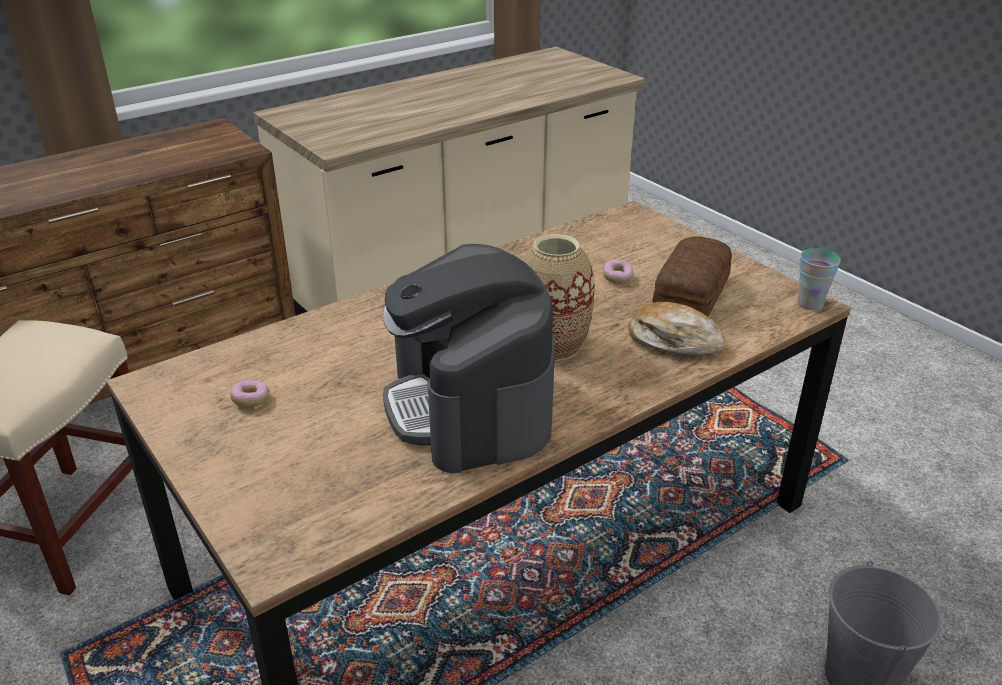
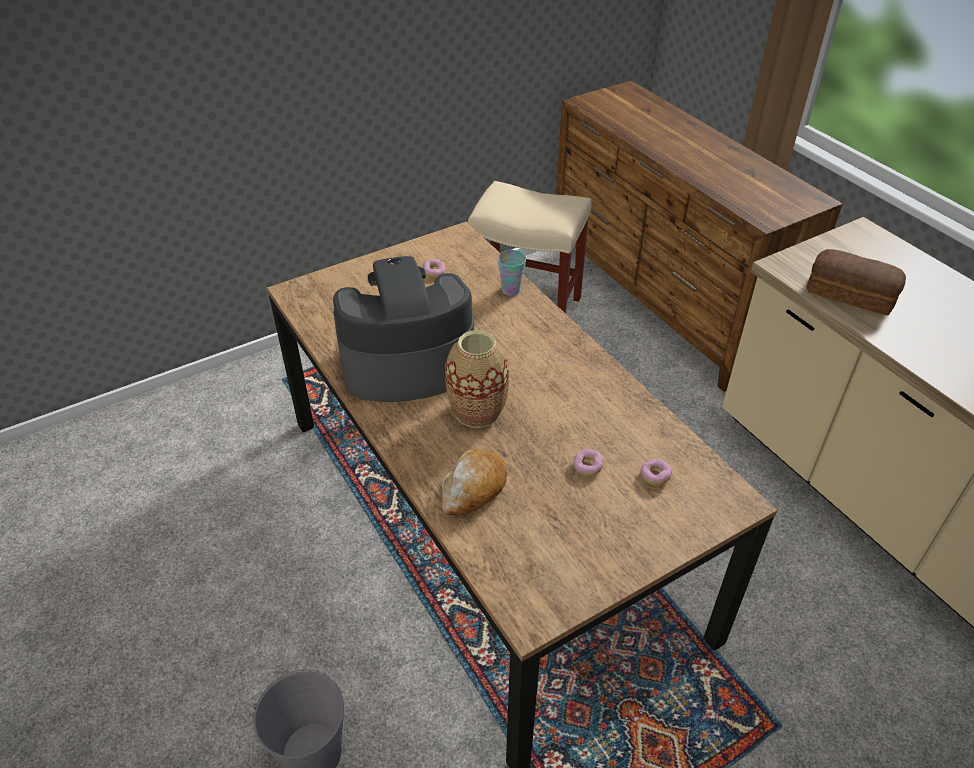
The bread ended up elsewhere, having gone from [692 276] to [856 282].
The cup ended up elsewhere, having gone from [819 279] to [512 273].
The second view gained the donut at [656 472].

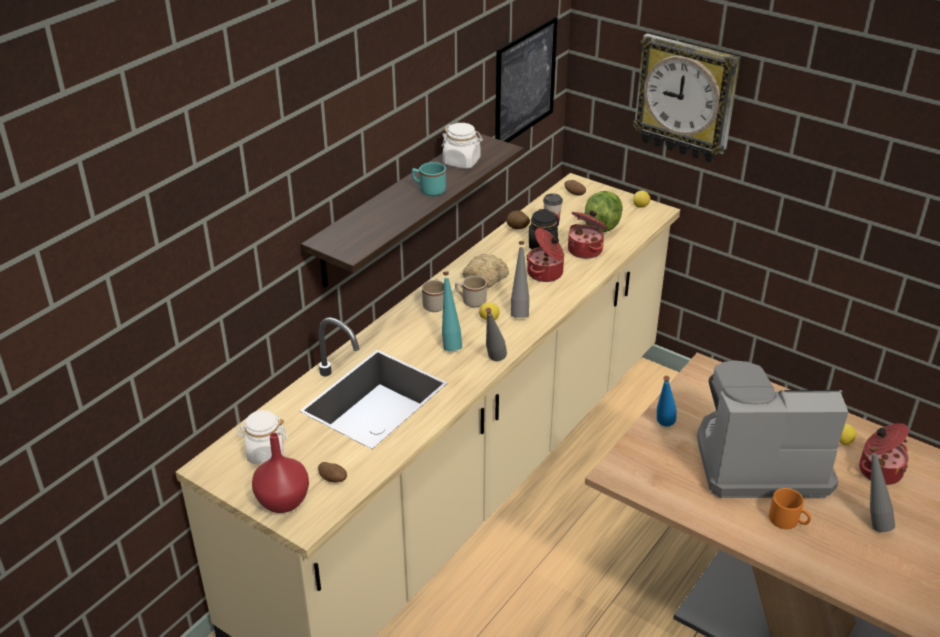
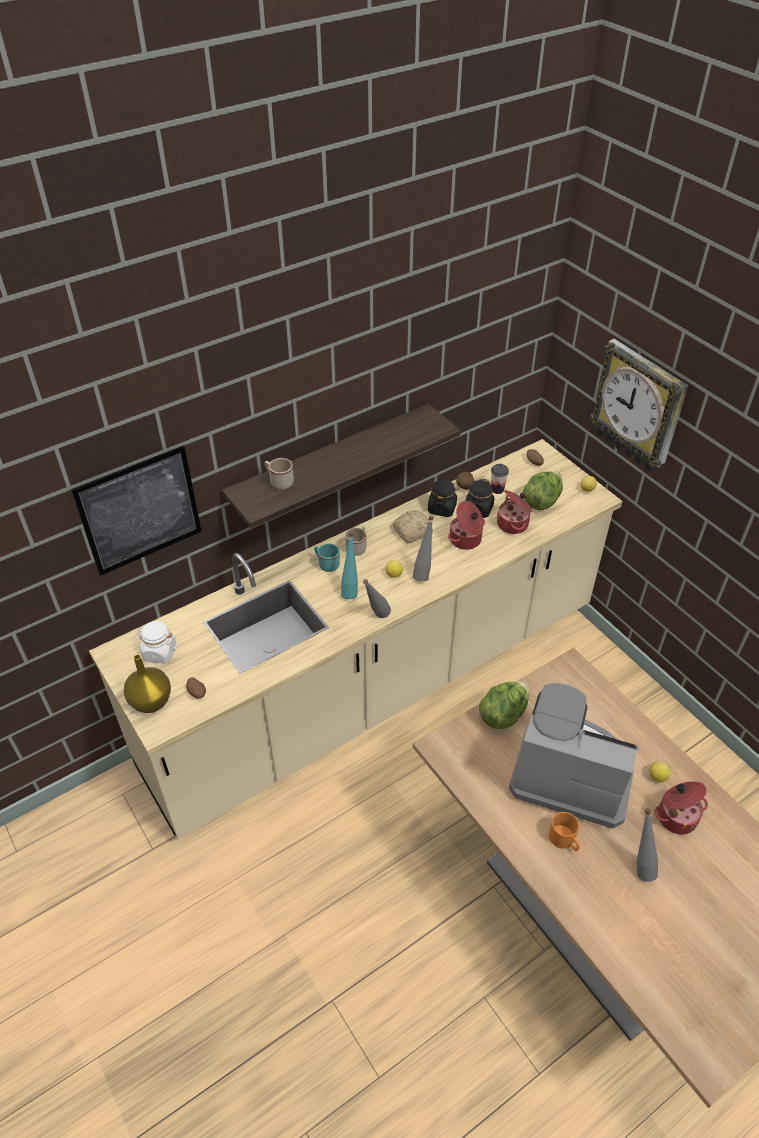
The picture ended up elsewhere, having gone from [526 79] to [136 511].
The second view lost the white_jar at [462 146].
The turquoise_mug ended up elsewhere, having gone from [429 179] to [327 557].
The beige_mug ended up elsewhere, having gone from [471 292] to [279 474].
Where the blue_bottle stood at [667 401], the lettuce came to stand at [504 705].
What was the red_vase at [280 473] turned into the yellow_vase at [147 683].
The second view gained the black_jar at [442 498].

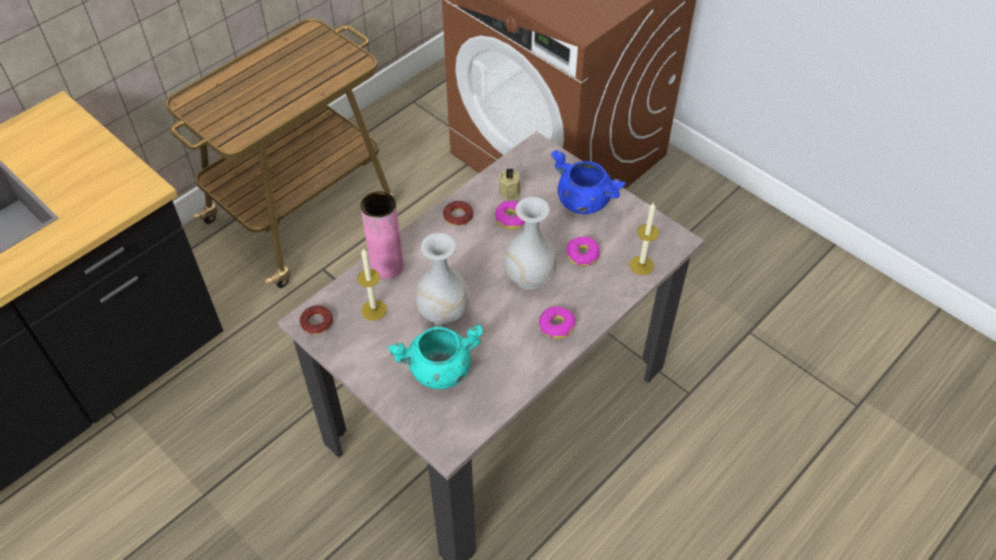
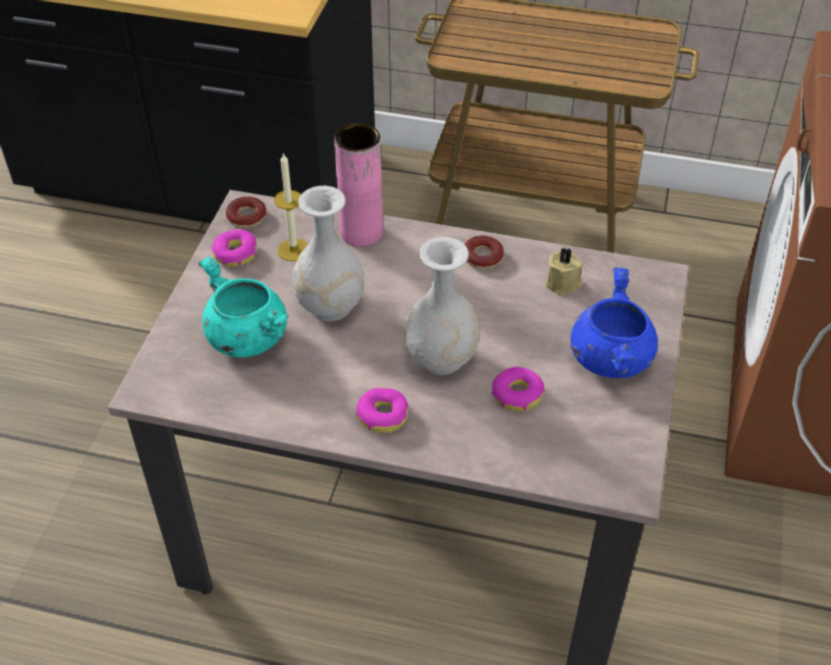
The donut ended up elsewhere, having gone from [510 215] to [234 248].
The second view lost the candle at [644 238].

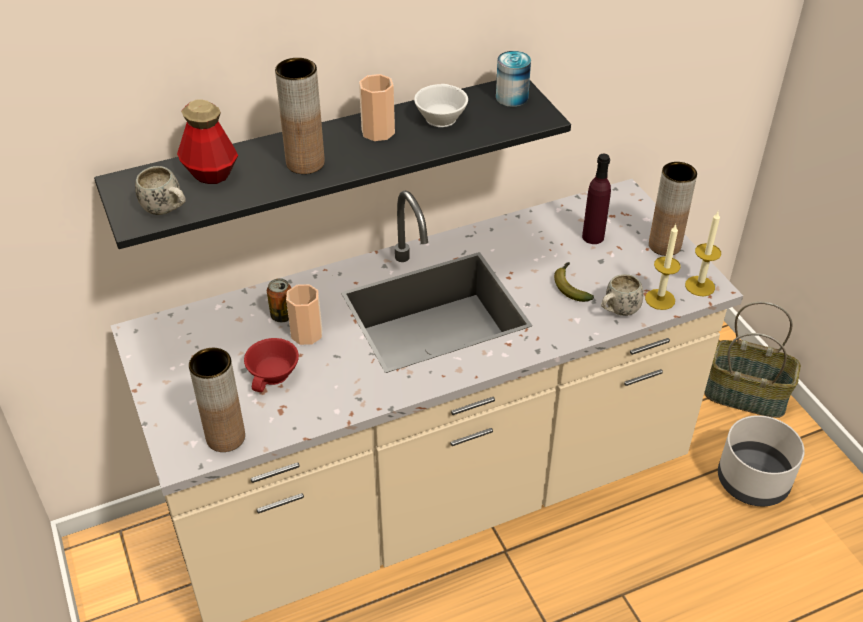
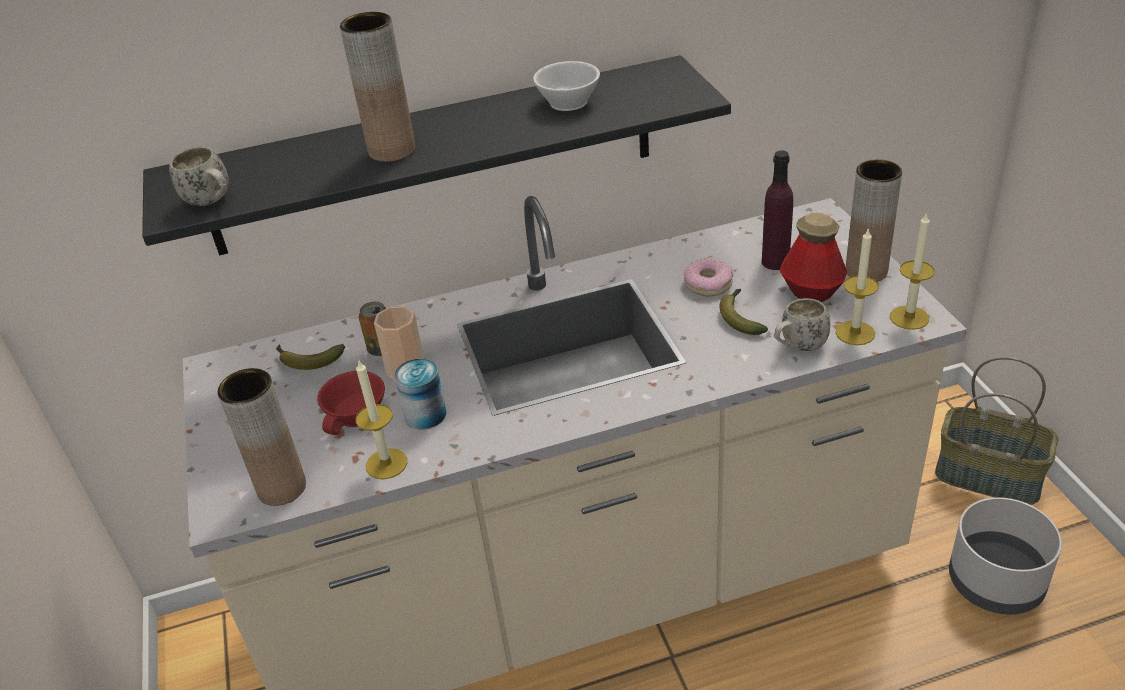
The can ended up elsewhere, having gone from [513 79] to [420 394].
The second view lost the cup at [377 107].
The bottle ended up elsewhere, having gone from [207 142] to [813 257].
The second view gained the donut at [708 277].
The second view gained the banana at [310 357].
The second view gained the candle at [381 419].

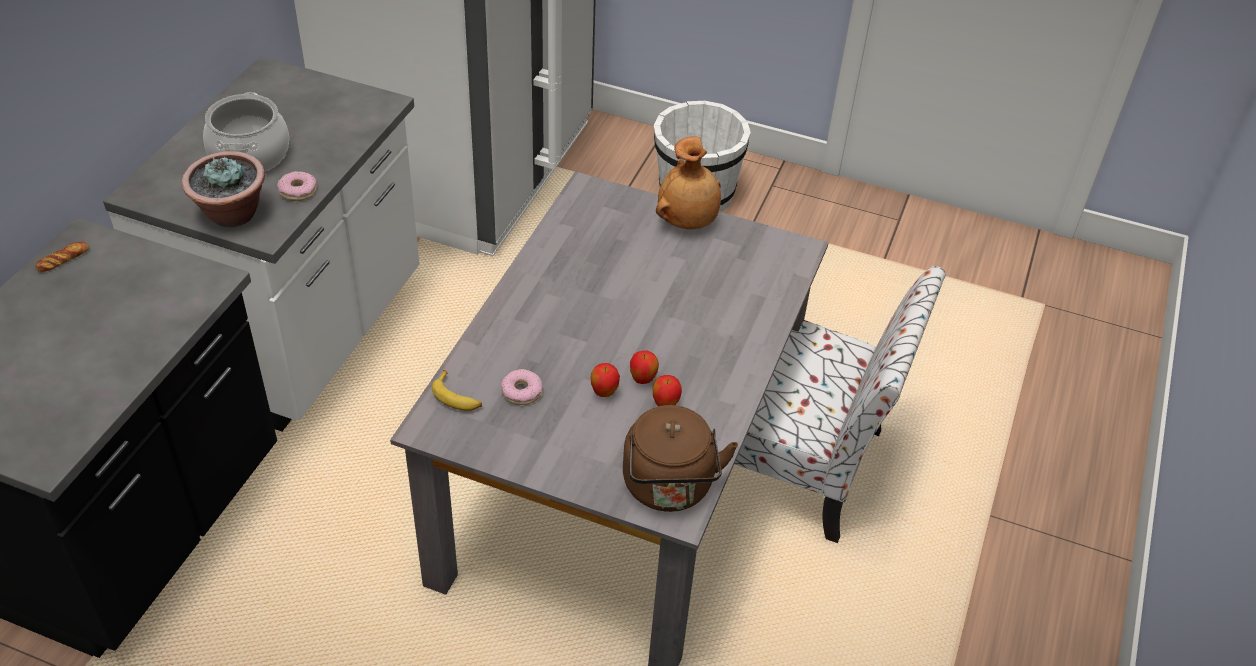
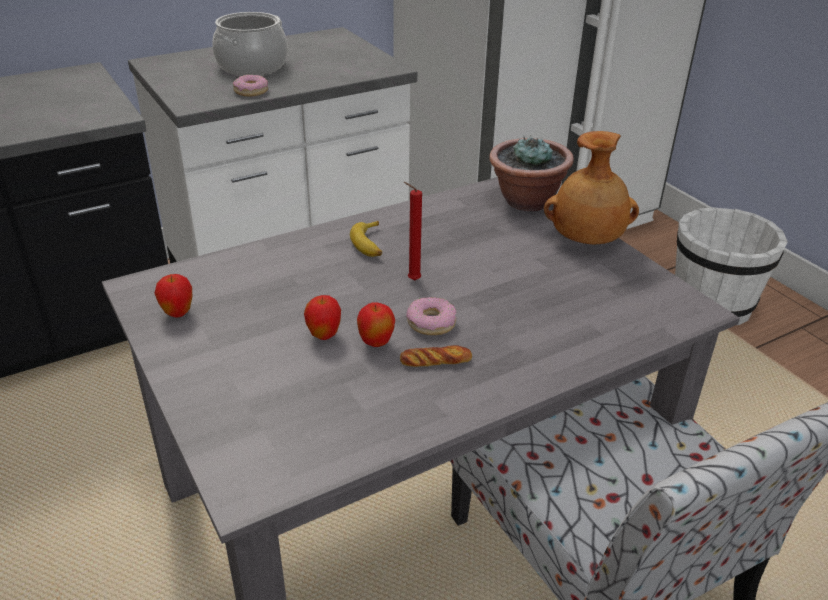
The potted_plant ended up elsewhere, having gone from [223 189] to [531 173].
The bread ended up elsewhere, having gone from [62 257] to [436 356].
The donut ended up elsewhere, having gone from [522 387] to [431 316].
The banana ended up elsewhere, having gone from [457 390] to [366 239].
The apple ended up elsewhere, having gone from [667 390] to [173 295].
The second view lost the brown_kettle at [680 458].
The second view gained the red_candle at [413 231].

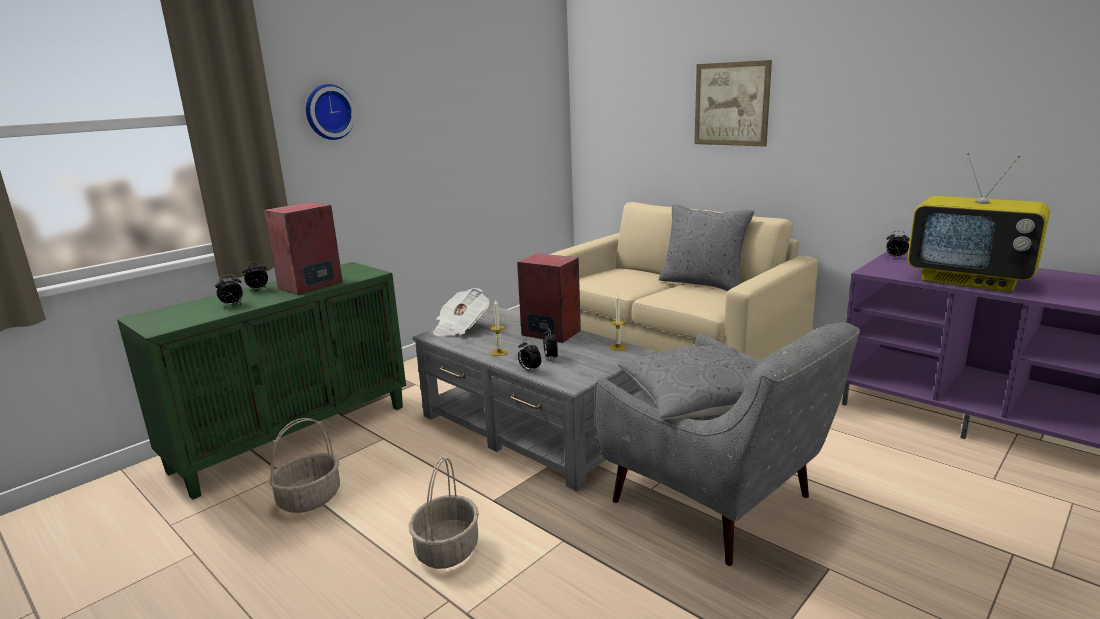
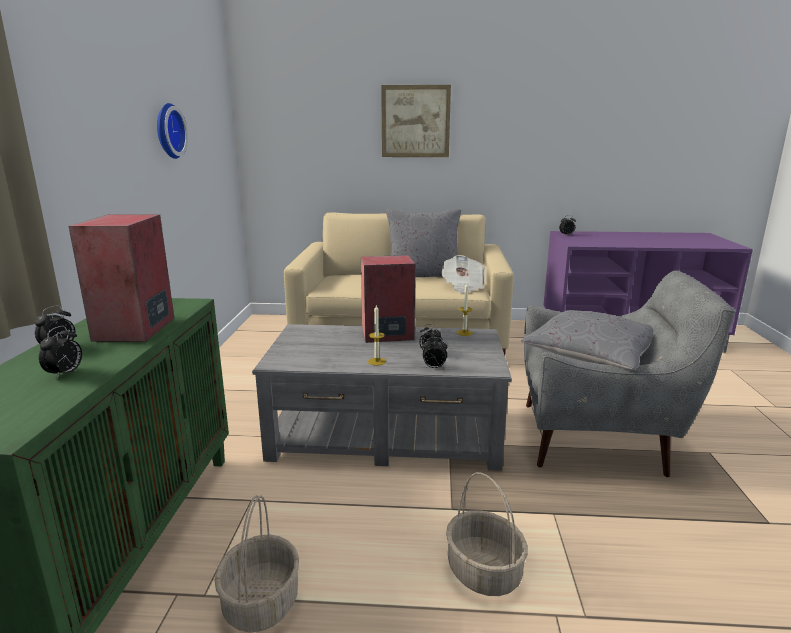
The wall_clock ended up elsewhere, having gone from [331 112] to [172 131].
The second view lost the television at [979 222].
The newspaper ended up elsewhere, having gone from [461 312] to [463 274].

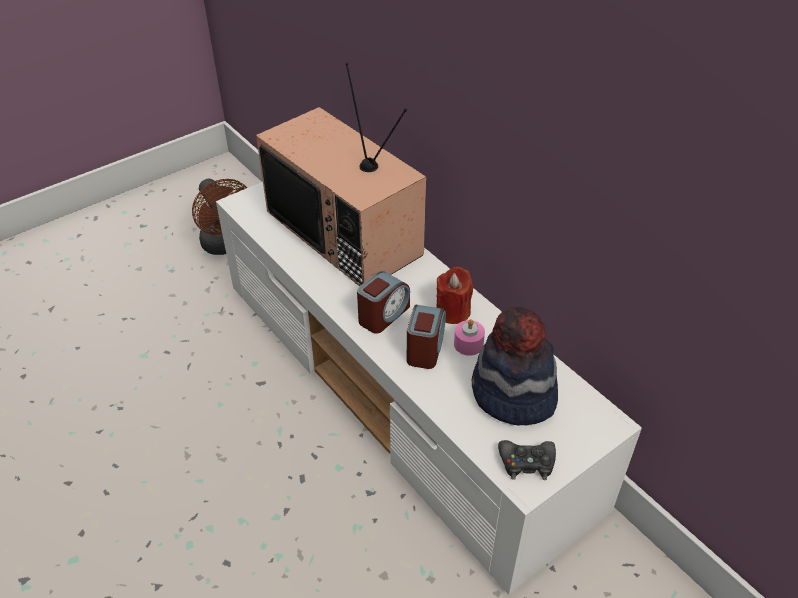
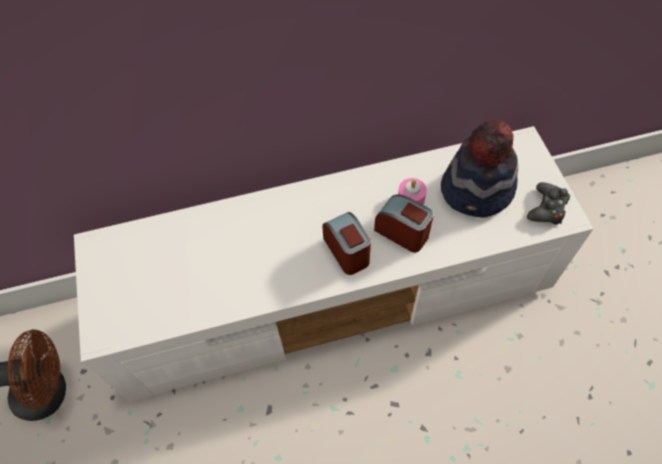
The second view lost the television at [341 174].
The second view lost the red_candle at [454 295].

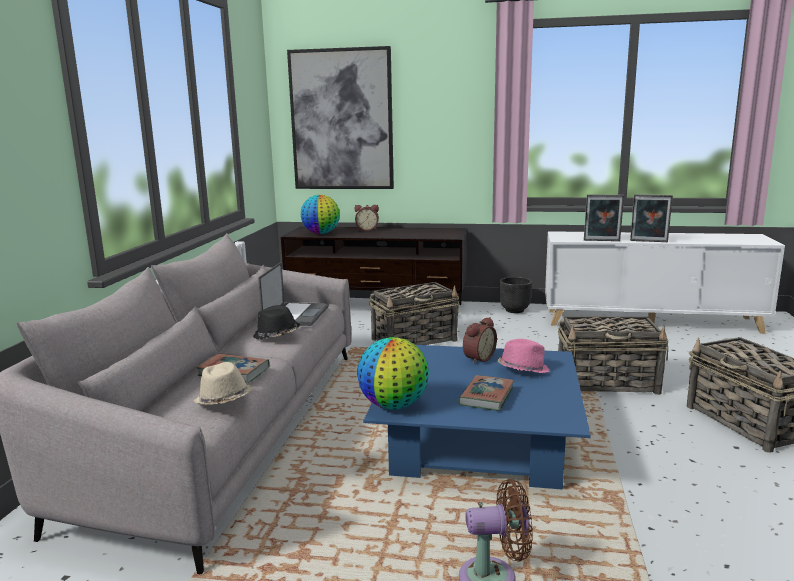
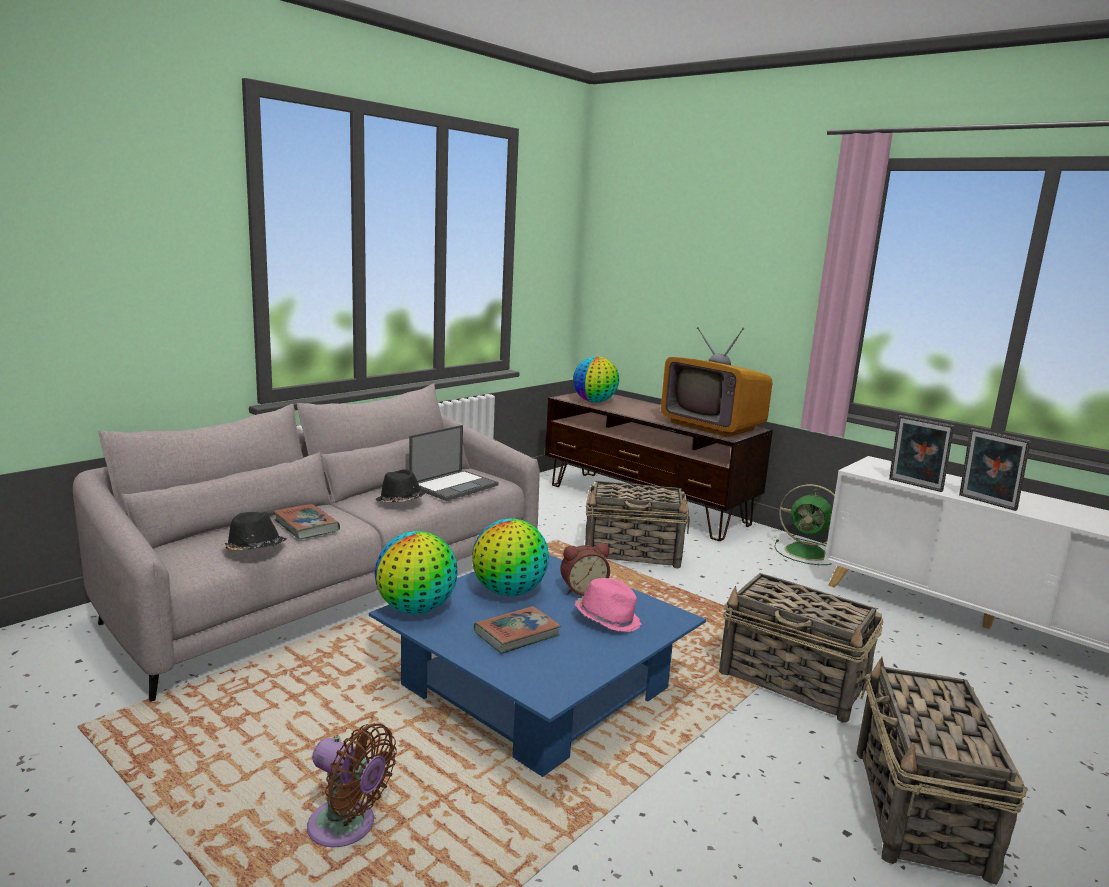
The second view lost the picture at [340 117].
The second view lost the alarm_clock at [367 218].
Where the black_planter stood at [515 295], the green_fan came to stand at [804 524].
What was the beige_hat at [223 383] turned into the black_hat at [254 531].
The second view gained the television at [716 382].
The second view gained the globe at [510 557].

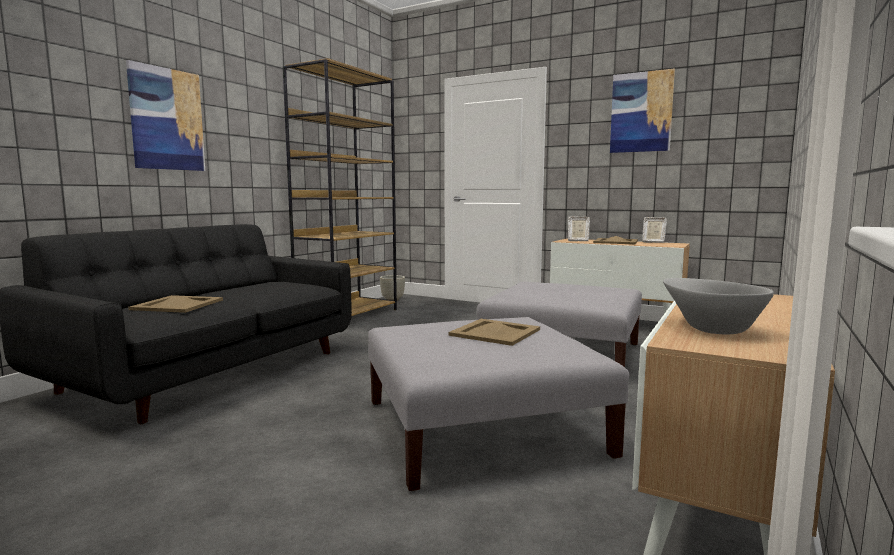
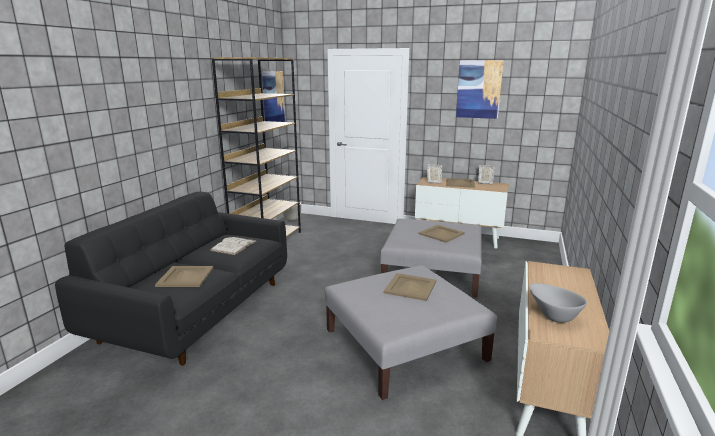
The picture ended up elsewhere, having gone from [165 115] to [273 96].
The second view gained the beige_tray at [442 233].
The second view gained the white_book at [233 246].

